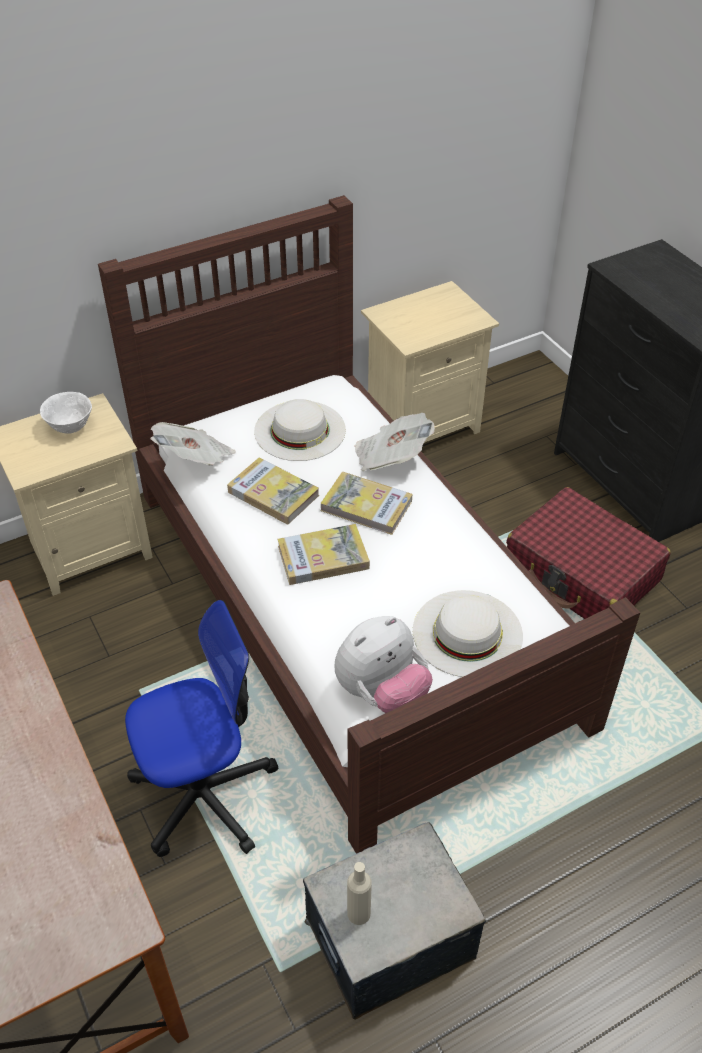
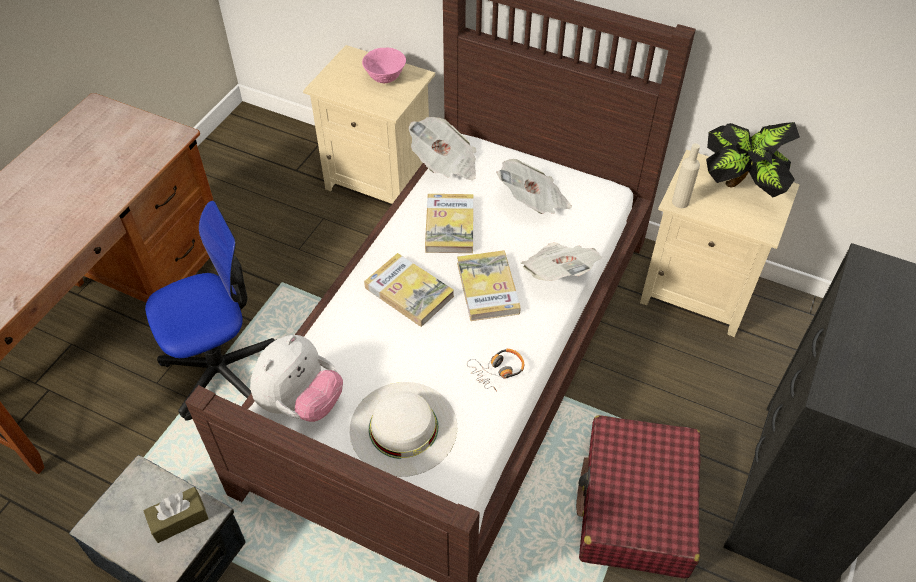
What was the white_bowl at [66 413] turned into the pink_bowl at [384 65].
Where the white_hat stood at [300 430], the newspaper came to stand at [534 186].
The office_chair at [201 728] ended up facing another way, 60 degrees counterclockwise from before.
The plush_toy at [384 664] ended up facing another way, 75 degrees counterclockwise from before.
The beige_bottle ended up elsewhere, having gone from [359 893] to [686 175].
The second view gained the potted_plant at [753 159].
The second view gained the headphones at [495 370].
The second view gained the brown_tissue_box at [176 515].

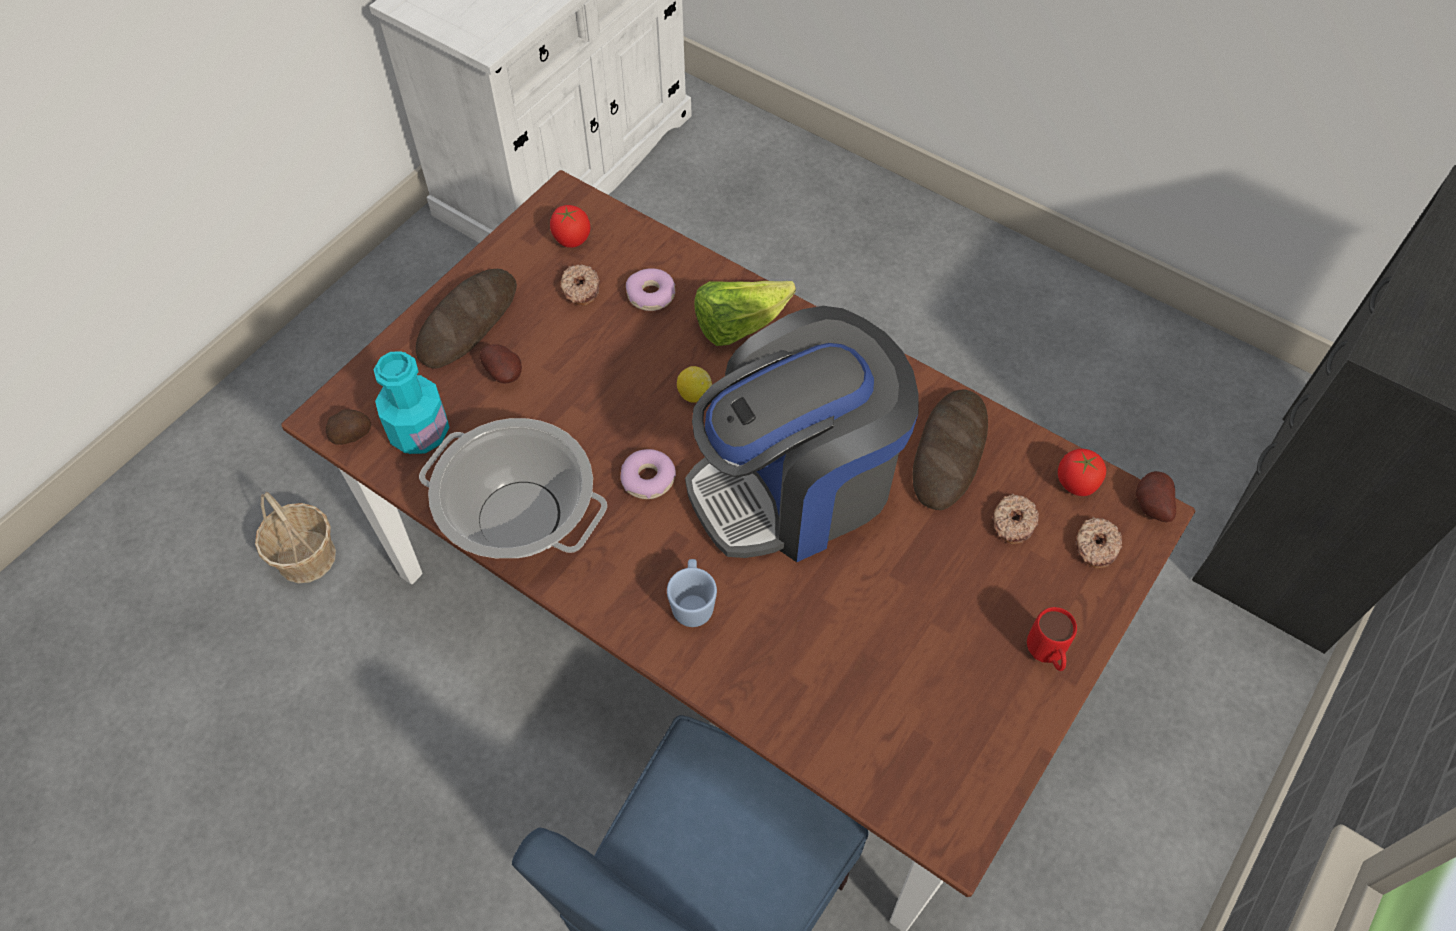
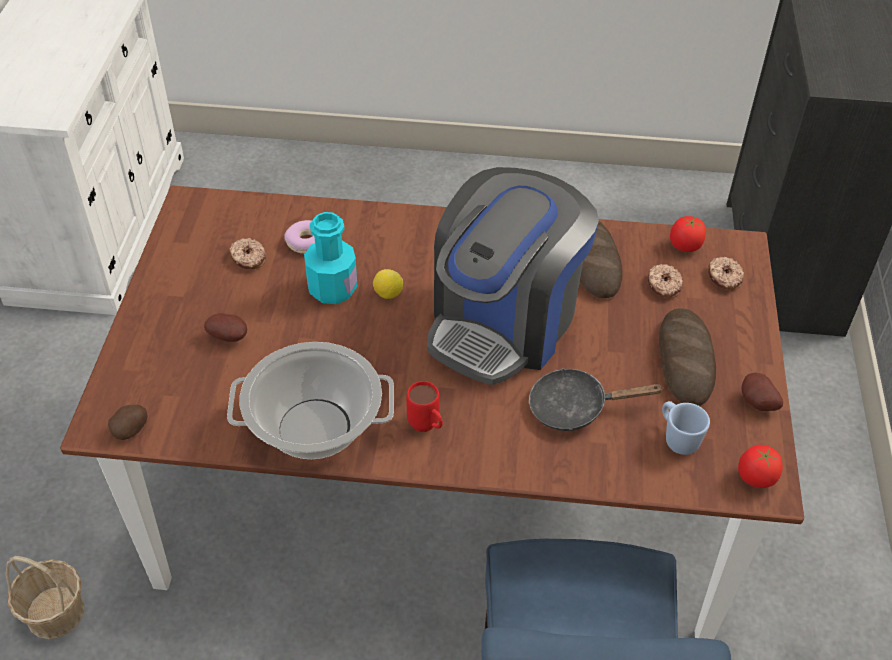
The tomato ended up elsewhere, having gone from [570 226] to [760 466].
The bread ended up elsewhere, having gone from [466 319] to [687 357].
The second view lost the lettuce at [745 313].
The turquoise_bottle ended up elsewhere, having gone from [411 402] to [331 258].
The second view lost the donut at [648 474].
The potato ended up elsewhere, having gone from [1156 496] to [762 392].
The blue_mug ended up elsewhere, having gone from [692 593] to [686 428].
The red_mug ended up elsewhere, having gone from [1052 639] to [424 406].
The second view gained the black_frying_pan at [596 399].

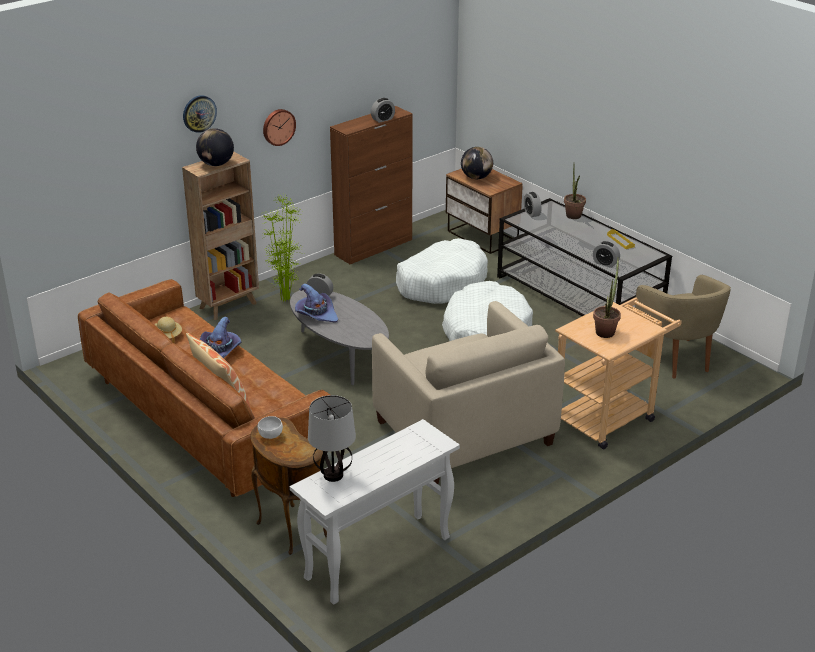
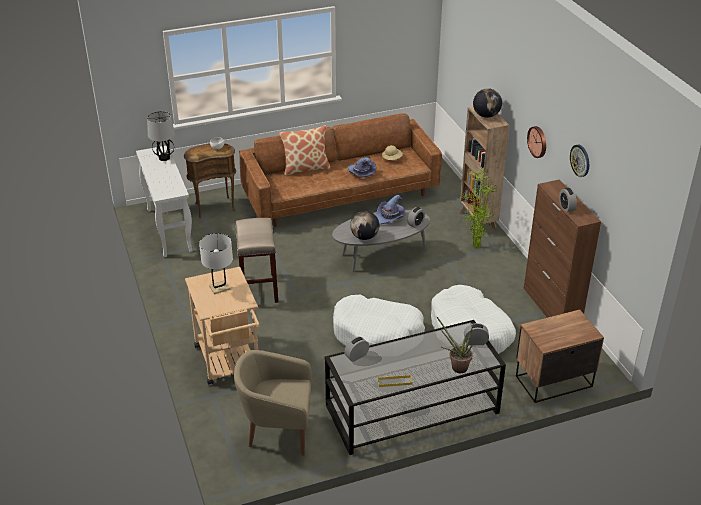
The wall_clock ended up elsewhere, having gone from [200 114] to [579 160].
The globe ended up elsewhere, having gone from [477 163] to [364 225].
Where the potted_plant stood at [607 298], the white_table_lamp came to stand at [216 263].
Where the beige_armchair stood at [468 392], the beige_stool came to stand at [257 260].

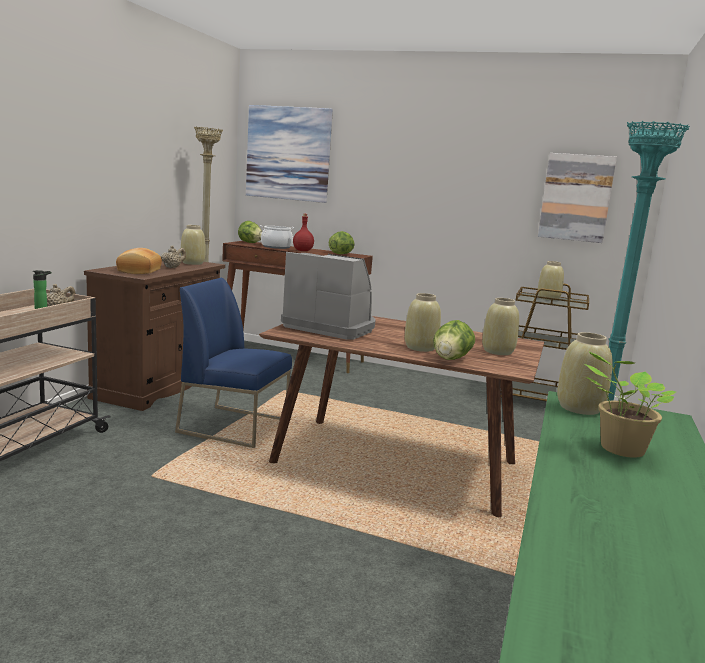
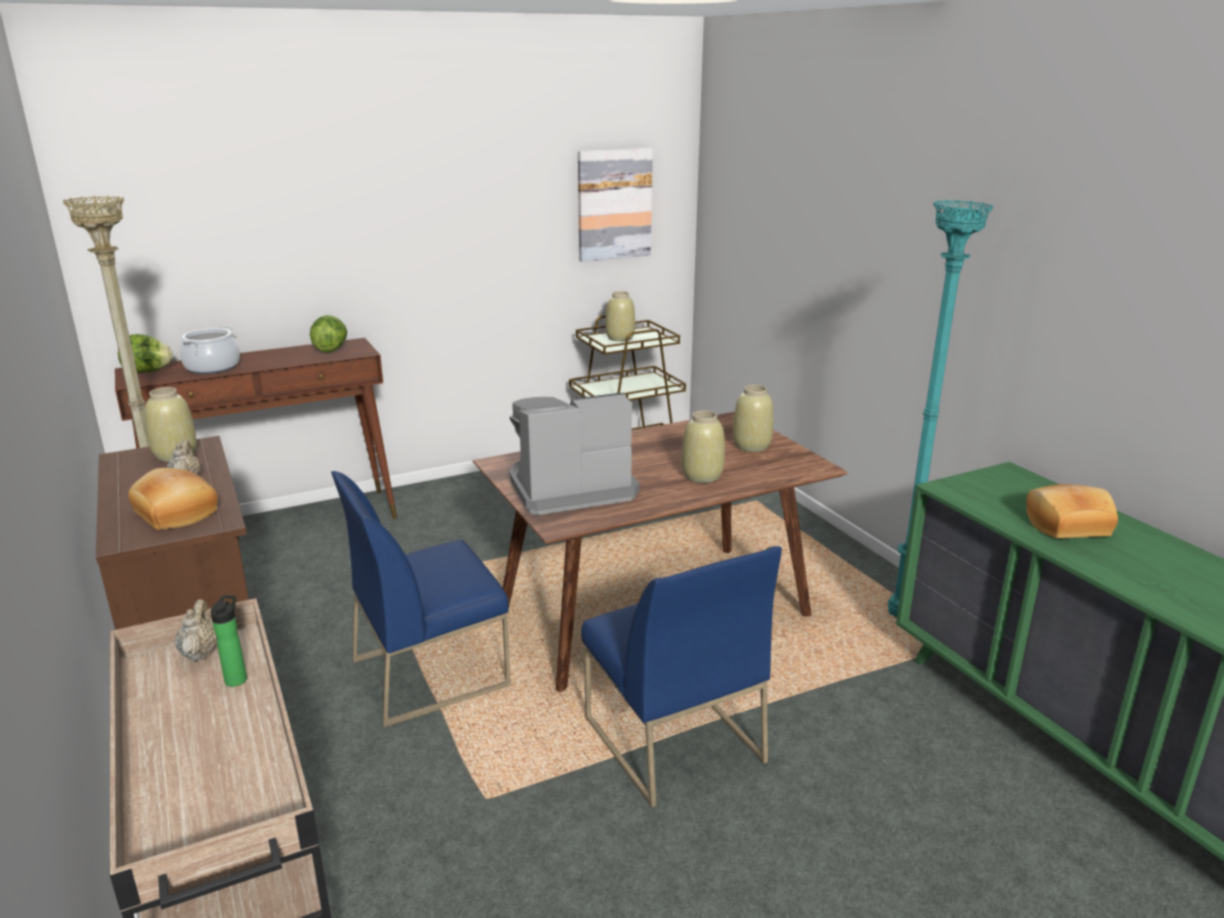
The second view lost the picture at [289 154].
The second view lost the red_bottle at [303 232].
The second view lost the lettuce at [454 340].
The second view lost the beige_vase at [584 373].
Where the potted_plant stood at [630 405], the bread came to stand at [1072 511].
The second view gained the blue_chair at [681 677].

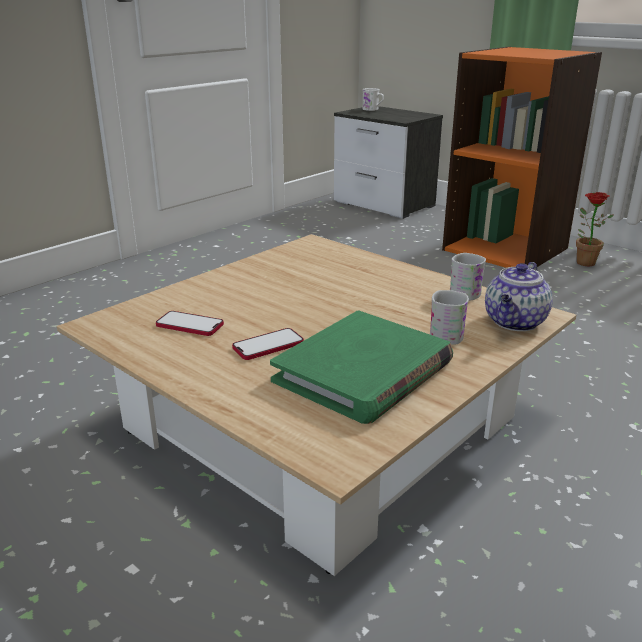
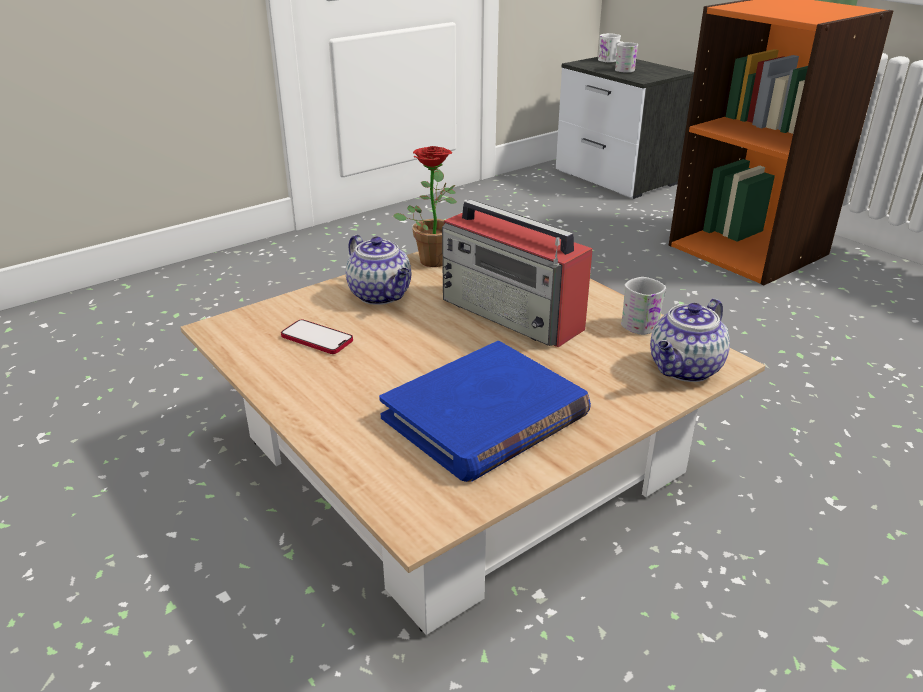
The potted_plant ended up elsewhere, having gone from [595 229] to [425 206].
The white_mug ended up elsewhere, having gone from [449 317] to [626 57].
What was the green_book at [361 367] turned into the blue_book at [485 411].
The second view lost the phone at [268 344].
The second view gained the radio at [517 273].
The second view gained the teapot at [378 270].

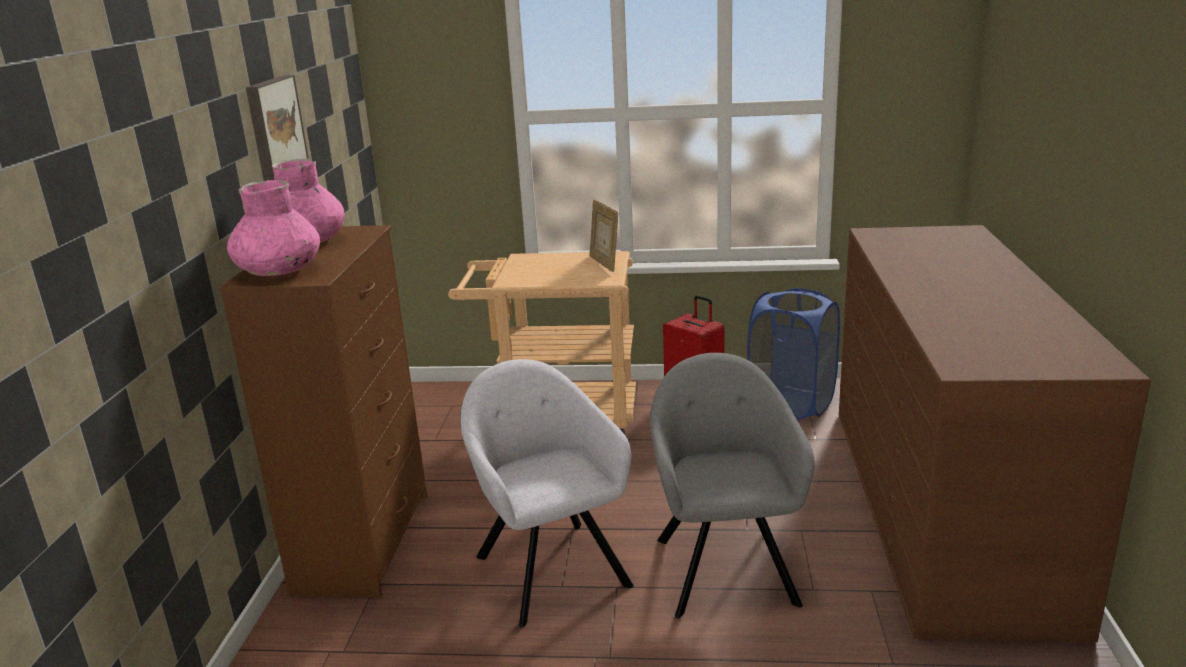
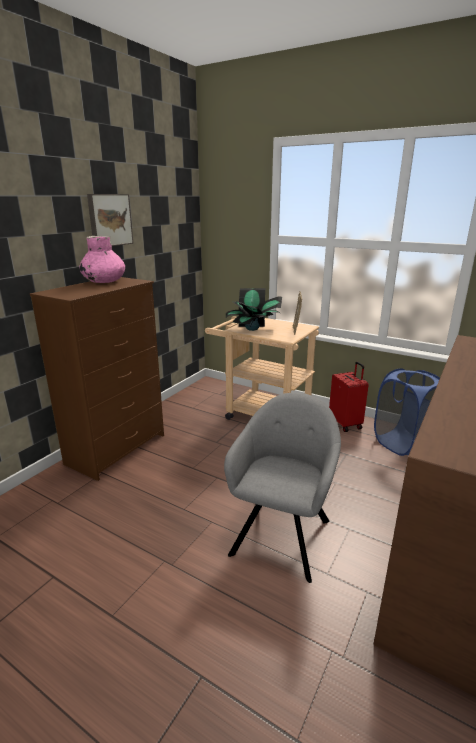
The second view lost the pink_vase at [273 228].
The second view lost the grey_armchair at [547 493].
The second view gained the potted_plant at [254 309].

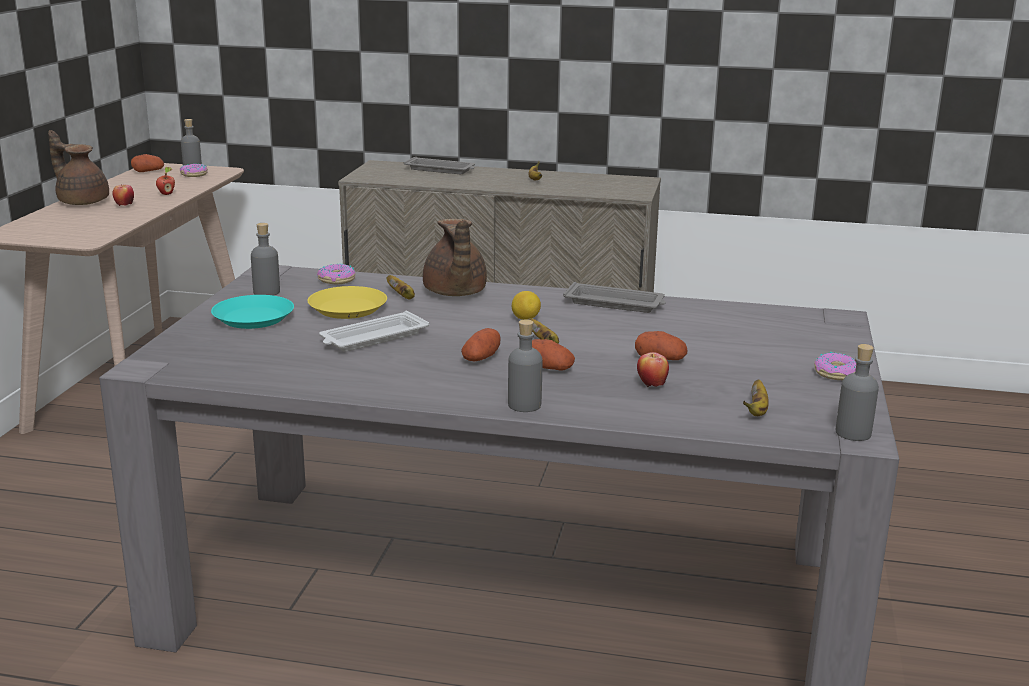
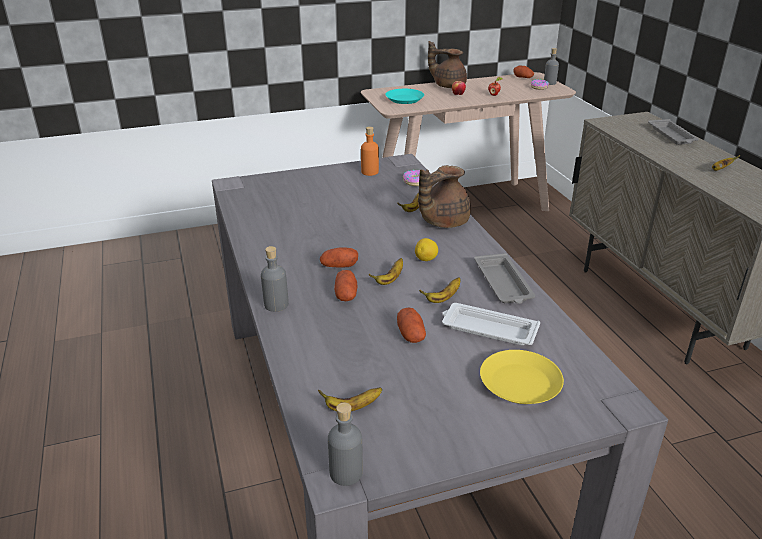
The brown_teapot at [78 167] ended up facing another way, 75 degrees counterclockwise from before.
What was the grey_bottle at [265 259] turned into the orange_bottle at [370 151].
The yellow_plate ended up elsewhere, having gone from [347 302] to [522 377].
The turquoise_plate ended up elsewhere, having gone from [252 312] to [404 96].
The white_tray ended up elsewhere, having gone from [374 331] to [491 324].
The second view lost the apple at [653 369].
The second view lost the donut at [835 366].
The second view gained the banana at [440 290].

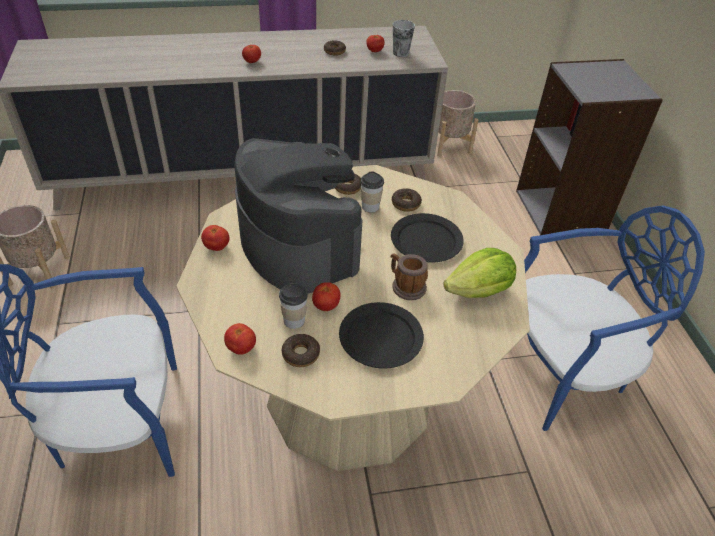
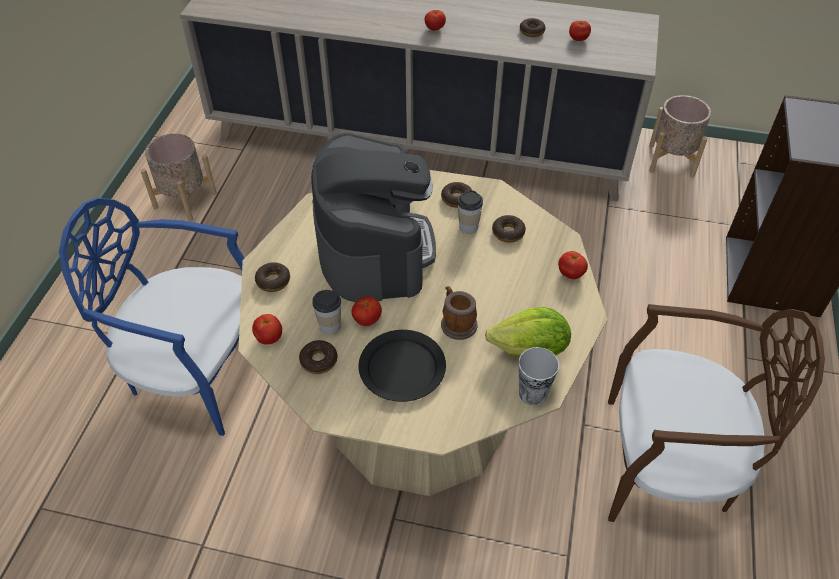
The cup ended up elsewhere, having gone from [404 38] to [539 376].
What was the blue_chair at [614 318] turned into the brown_chair at [716 413].
The second view lost the black_plate at [427 238].
The tomato ended up elsewhere, having gone from [215 238] to [573 265].
The second view gained the donut at [272 277].

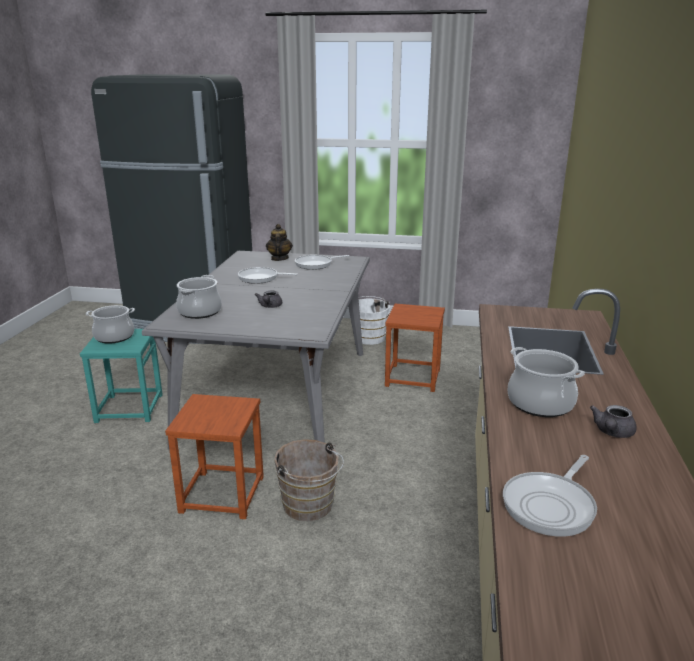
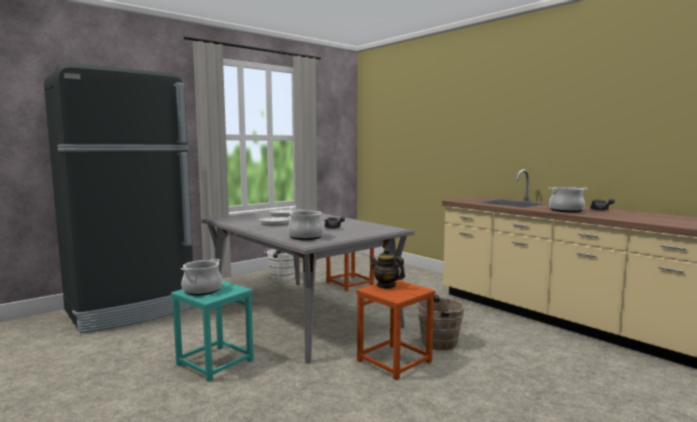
The teapot ended up elsewhere, having gone from [279 242] to [387 268].
The second view lost the frying_pan at [550 496].

